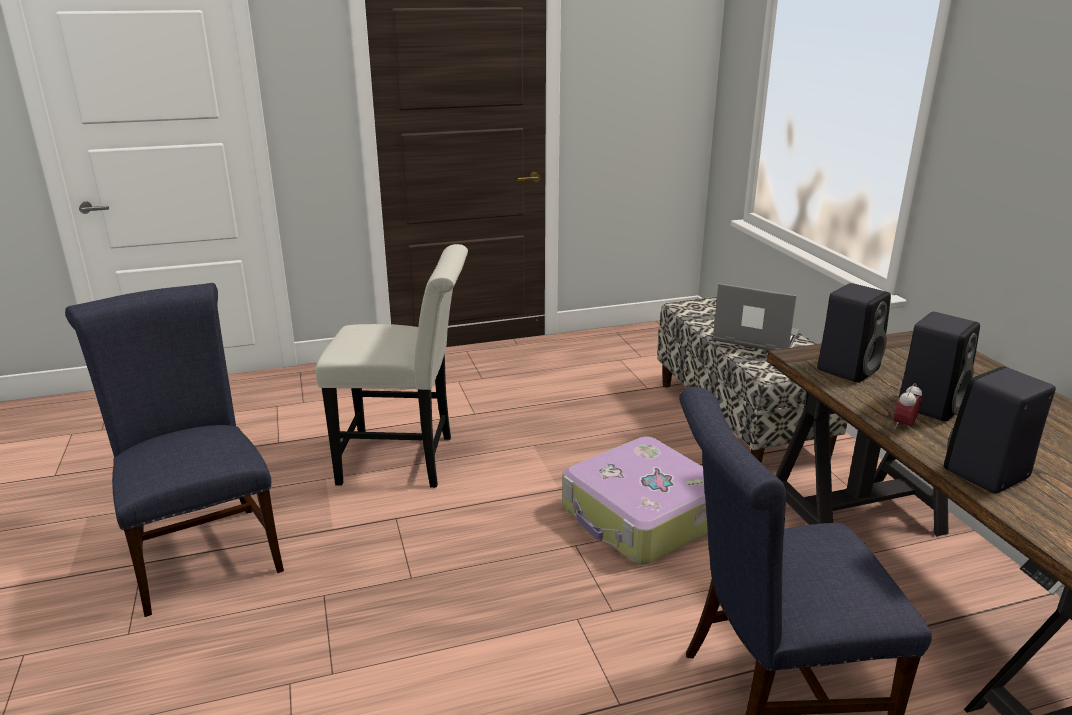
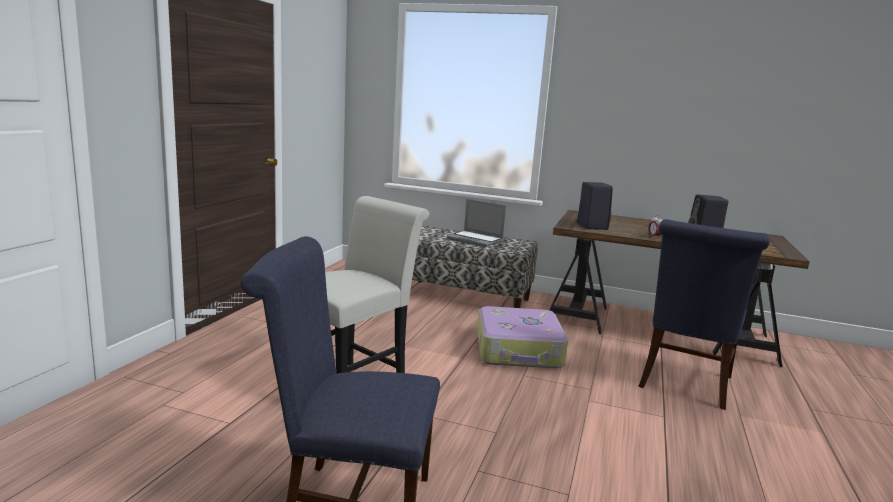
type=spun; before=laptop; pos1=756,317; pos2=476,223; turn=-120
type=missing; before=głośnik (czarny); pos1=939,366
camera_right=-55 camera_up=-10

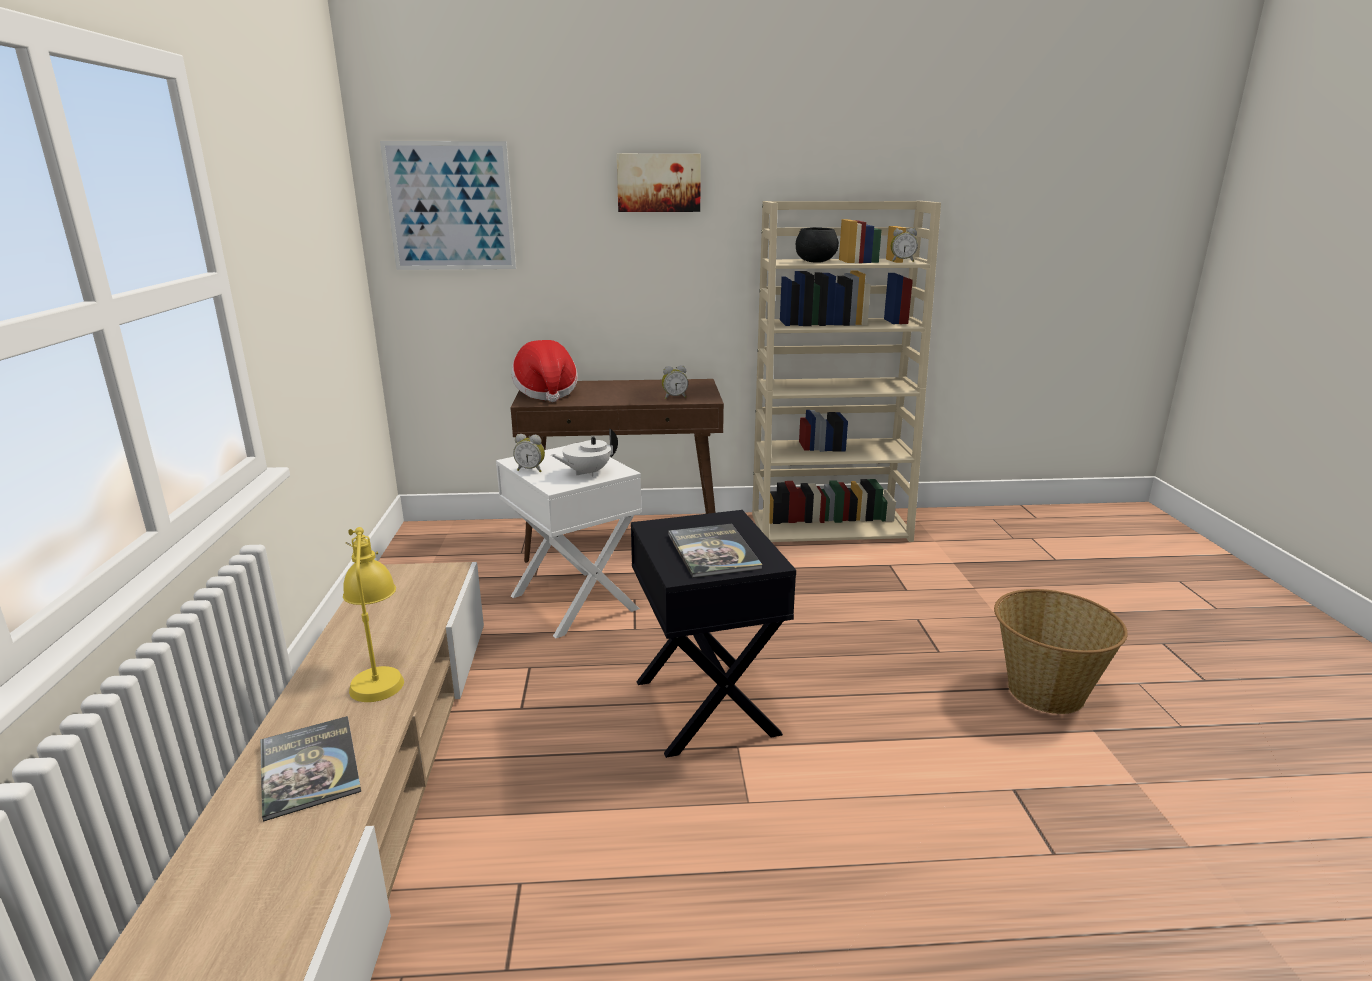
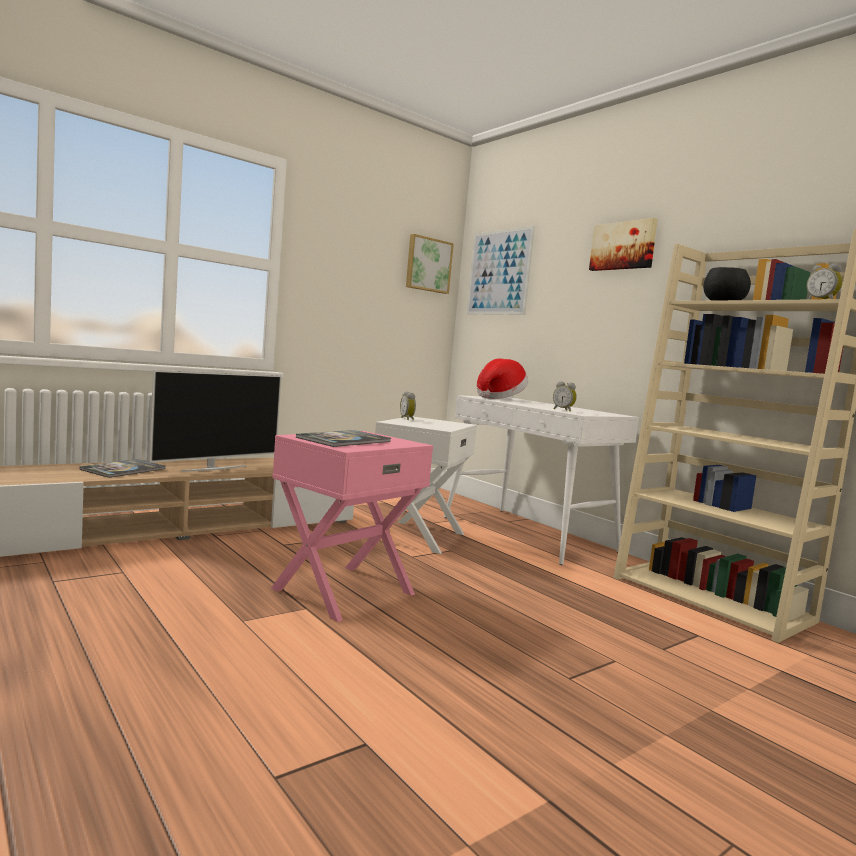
type=colour; before=stolik konsolowy (brązowy); after=stolik konsolowy (biały); pos1=617,471; pos2=541,480
type=missing; before=imbryk (biały); pos1=584,453
type=colour; before=stolik (czarny); after=stolik (różowy); pos1=713,634; pos2=352,526
type=exchanged; before=lampa stołowa (żółty); after=telewizor; pos1=373,614; pos2=215,421
type=missing; before=koszyk; pos1=1061,651
type=appeared; after=obraz; pos2=430,264
camera_right=55 camera_up=-15

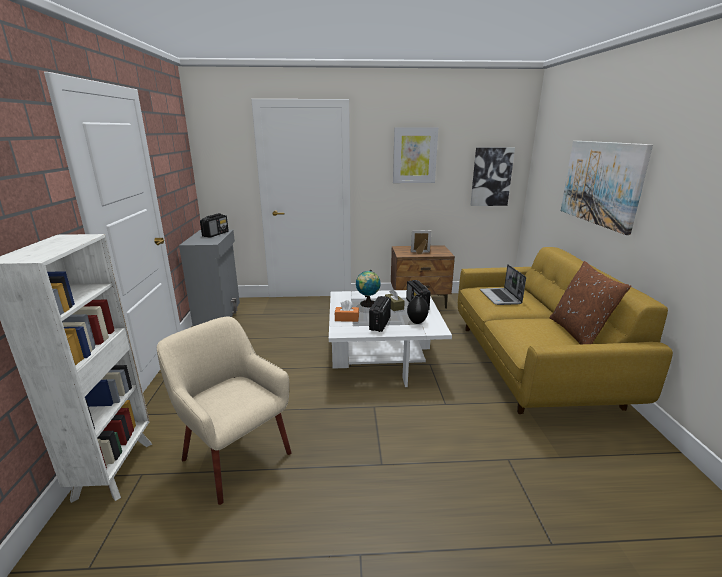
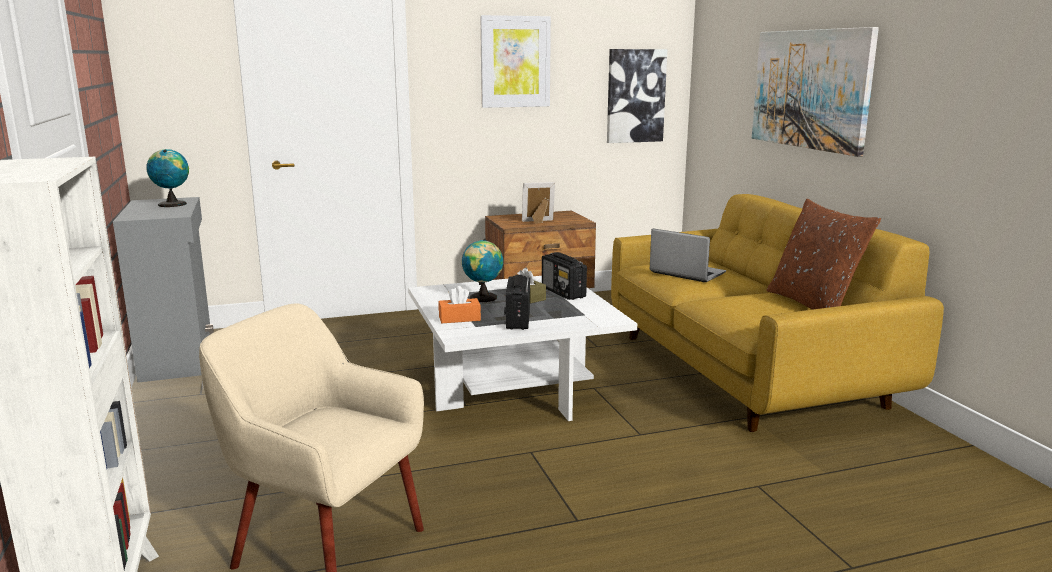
type=exchanged; before=radio; after=globus; pos1=214,225; pos2=167,178
type=spun; before=laptop; pos1=503,284; pos2=688,255; turn=150
type=missing; before=wazon (czarny); pos1=418,309
camera_right=-15 camera_up=-5

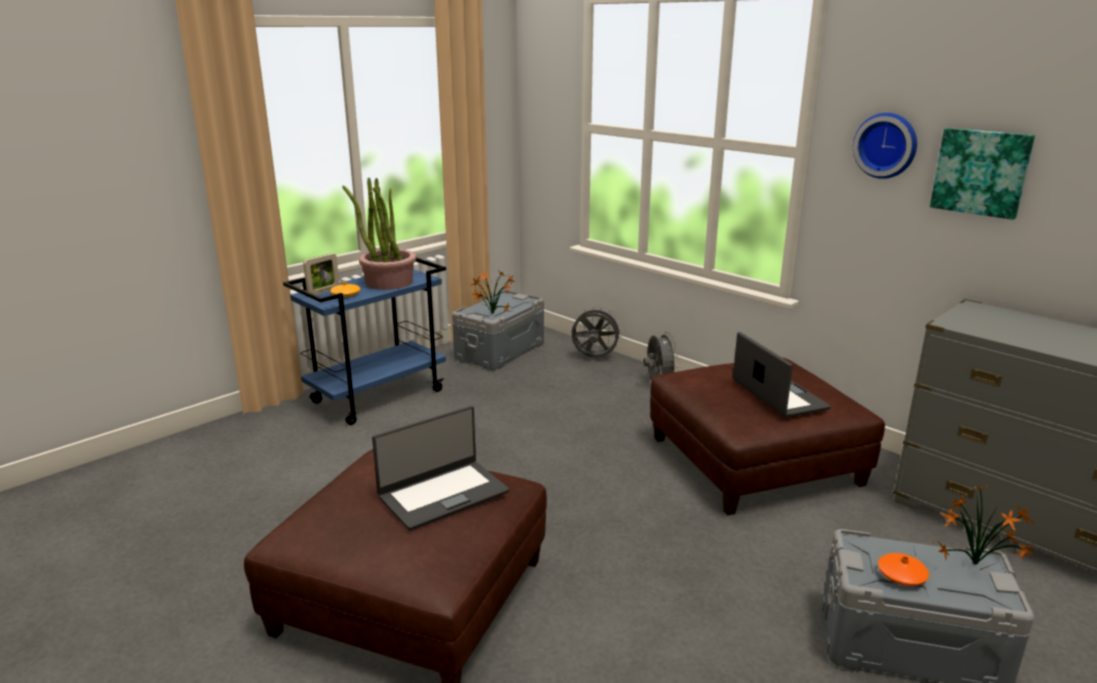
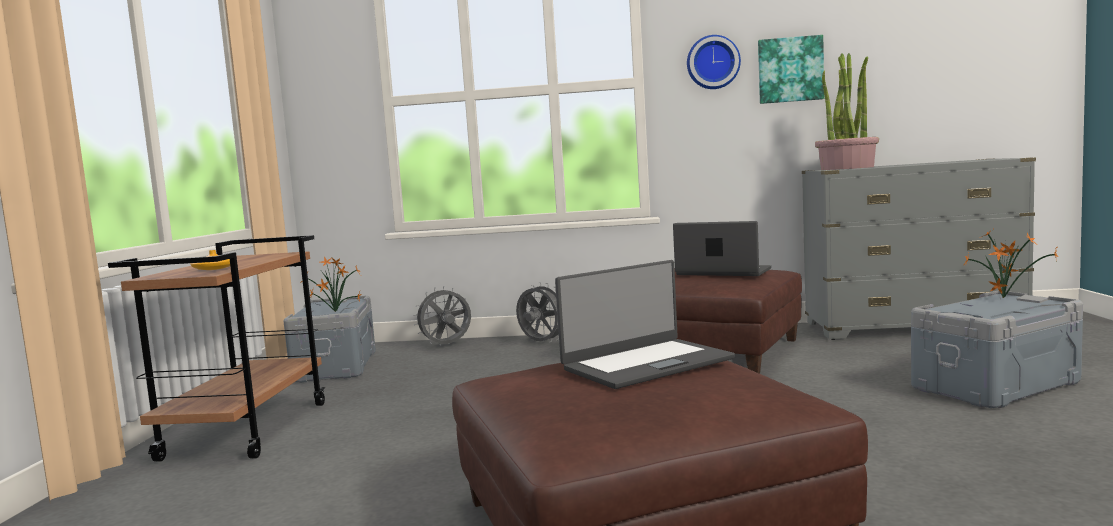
type=relocated; before=roślina doniczkowa; pos1=379,233; pos2=847,111
type=missing; before=ramka na zdjęcie; pos1=321,274
type=colour; before=wózek (niebieski); after=wózek (brązowy); pos1=364,341; pos2=217,348
type=spun; before=laptop; pos1=440,468; pos2=645,324; turn=45
type=missing; before=wazon (pomarańczowy); pos1=903,569
camera_right=-40 camera_up=-15

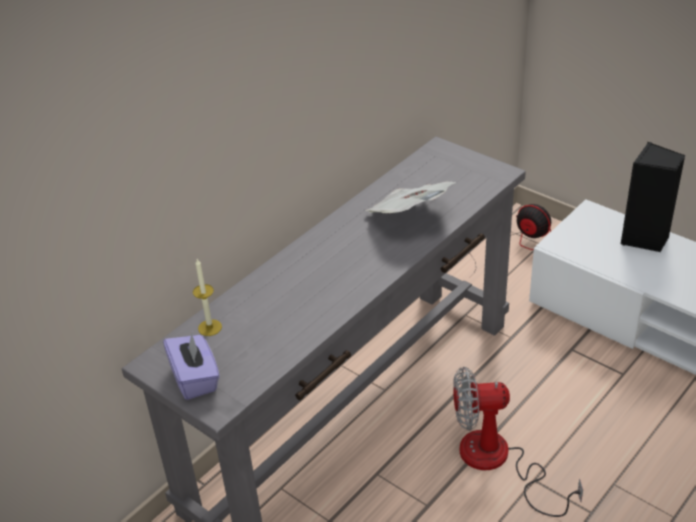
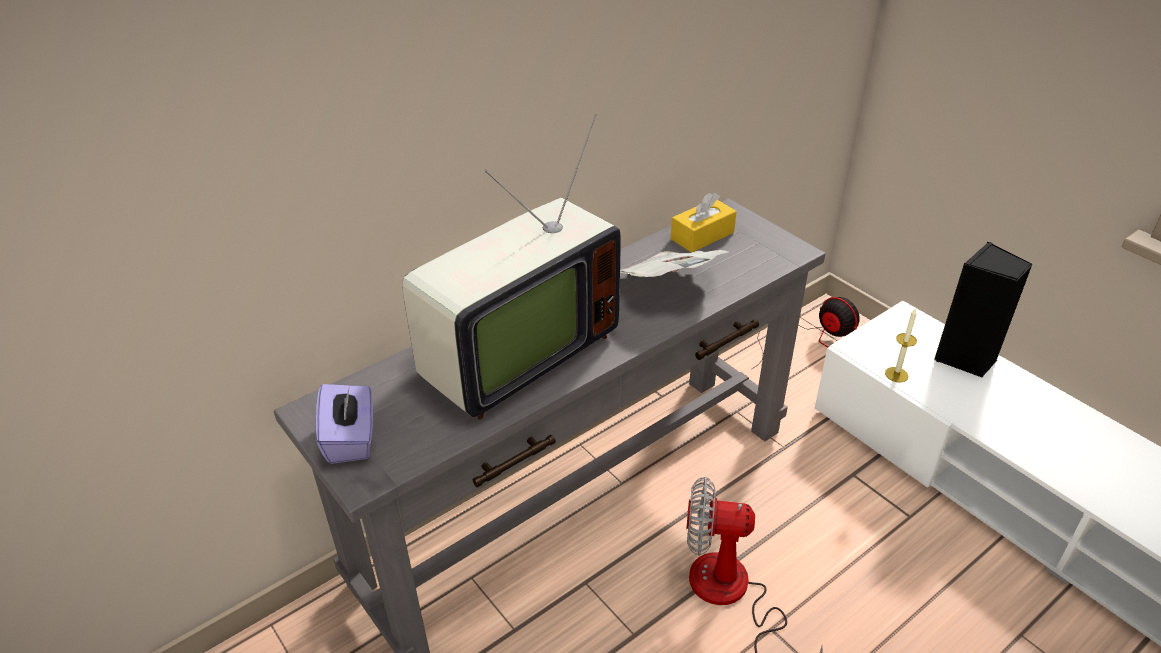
type=relocated; before=świeca; pos1=207,297; pos2=901,345
type=appeared; after=telewizor; pos2=511,267
type=appeared; after=pudełko chusteczek (żółty); pos2=704,223
camera_right=10 camera_up=0

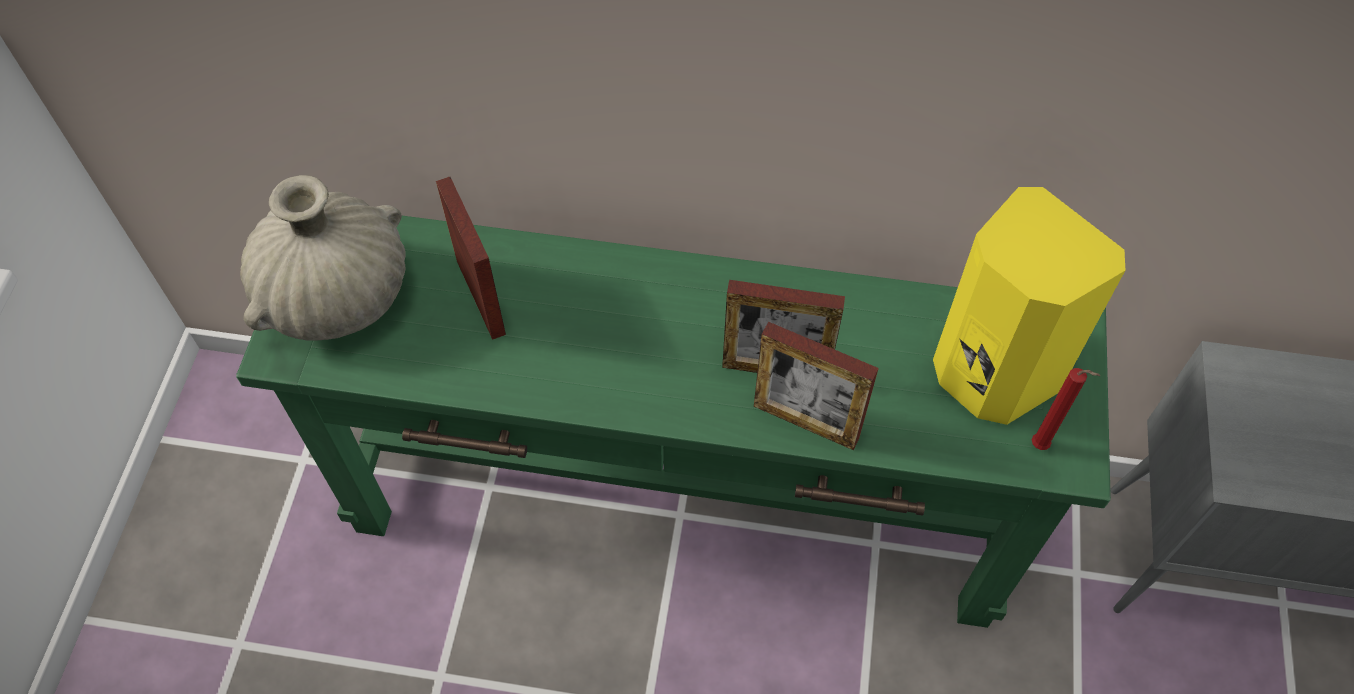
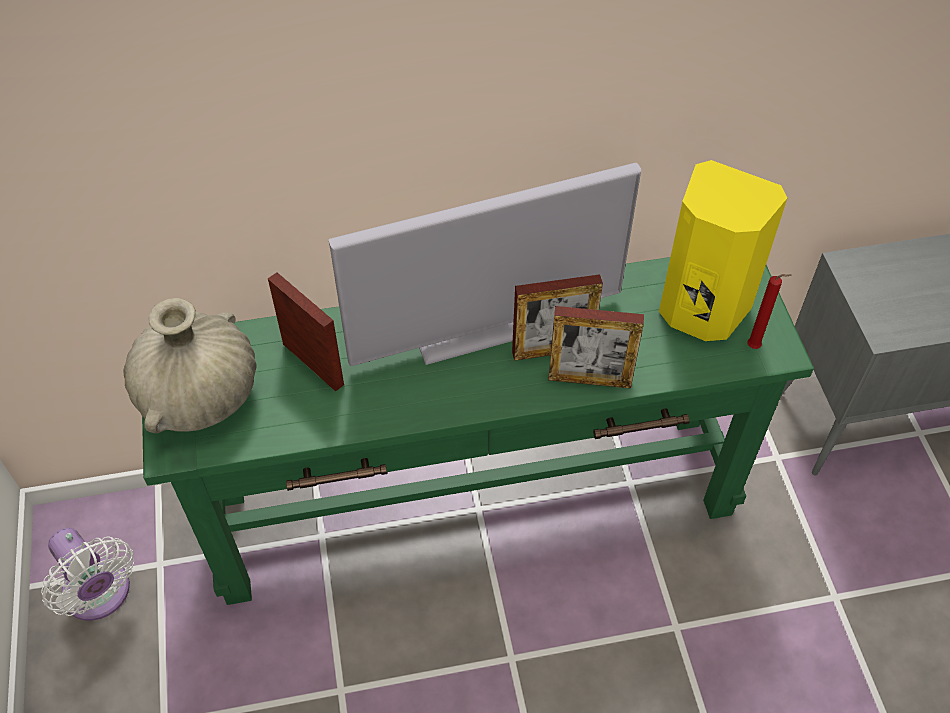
type=appeared; after=telewizor; pos2=485,264
type=appeared; after=wentylator (biały); pos2=87,574
camera_right=-20 camera_up=-5

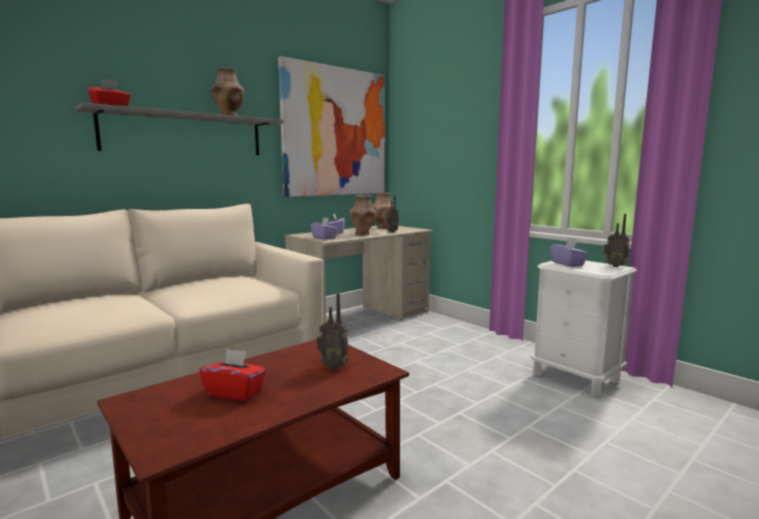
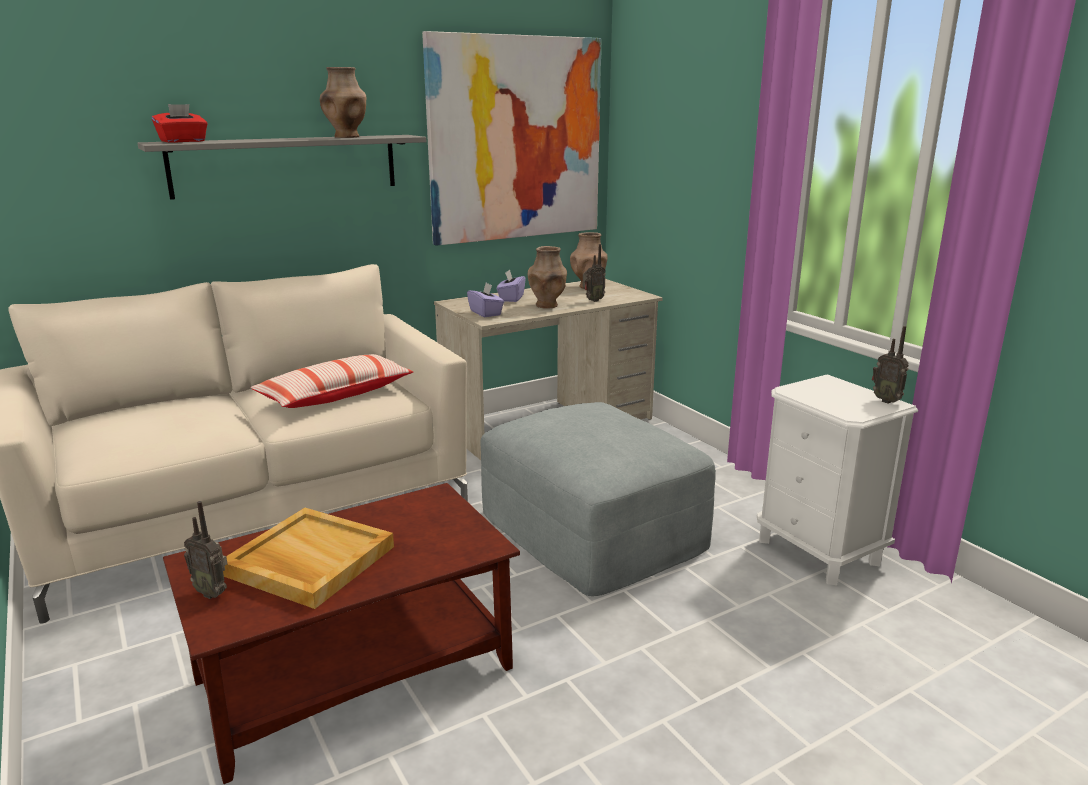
type=missing; before=pudełko chusteczek (fioletowy); pos1=569,252
type=relocated; before=radio; pos1=332,331; pos2=205,550
type=exchanged; before=pudełko chusteczek (czerwony); after=taca (beżowy); pos1=232,375; pos2=308,558
type=appeared; after=poduszka; pos2=331,381
type=appeared; after=pufa (szary); pos2=598,499
camera_right=10 camera_up=10

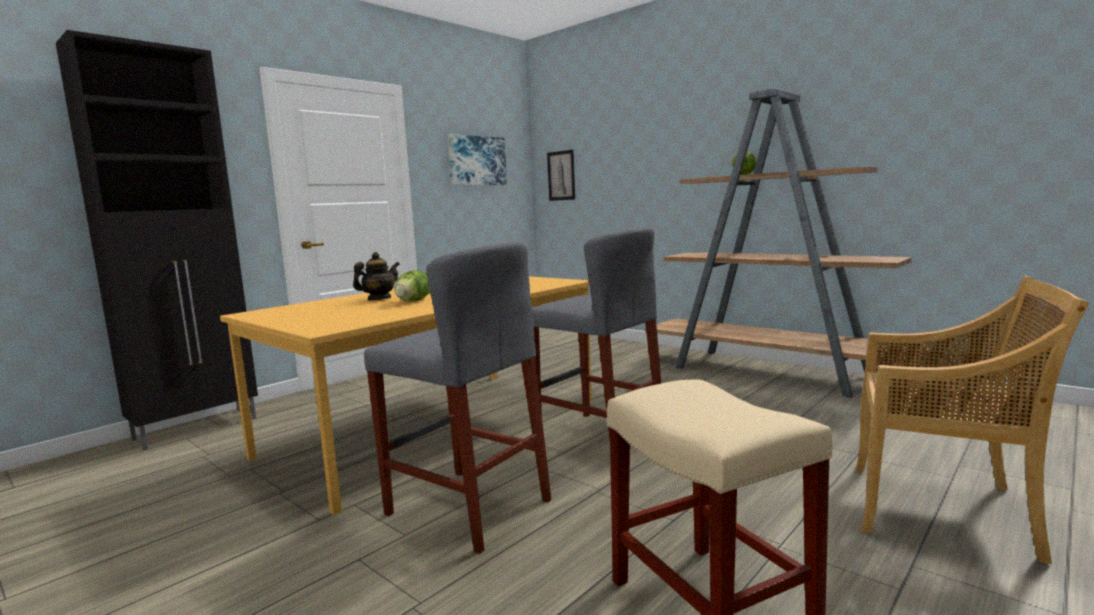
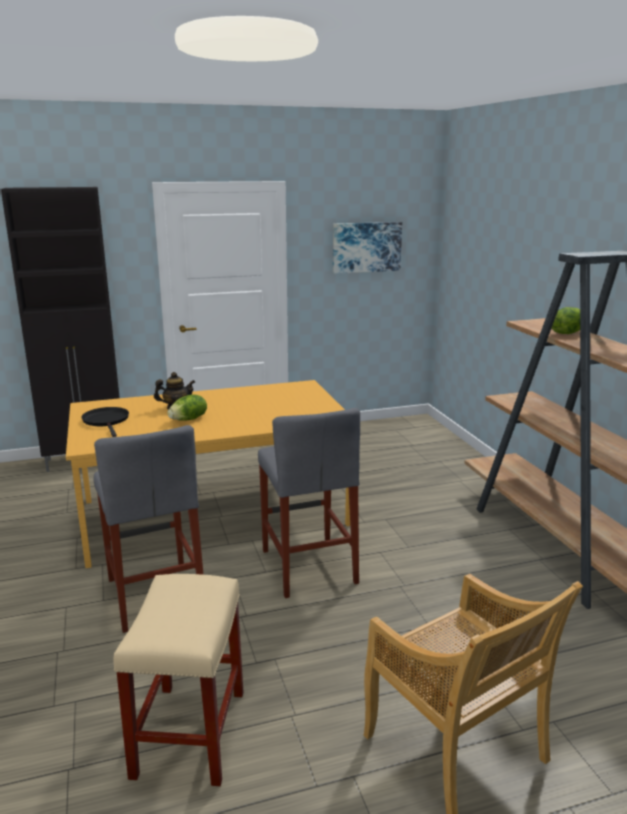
type=missing; before=obraz; pos1=561,175
type=appeared; after=patelnia (czarny); pos2=105,422
camera_right=30 camera_up=10

